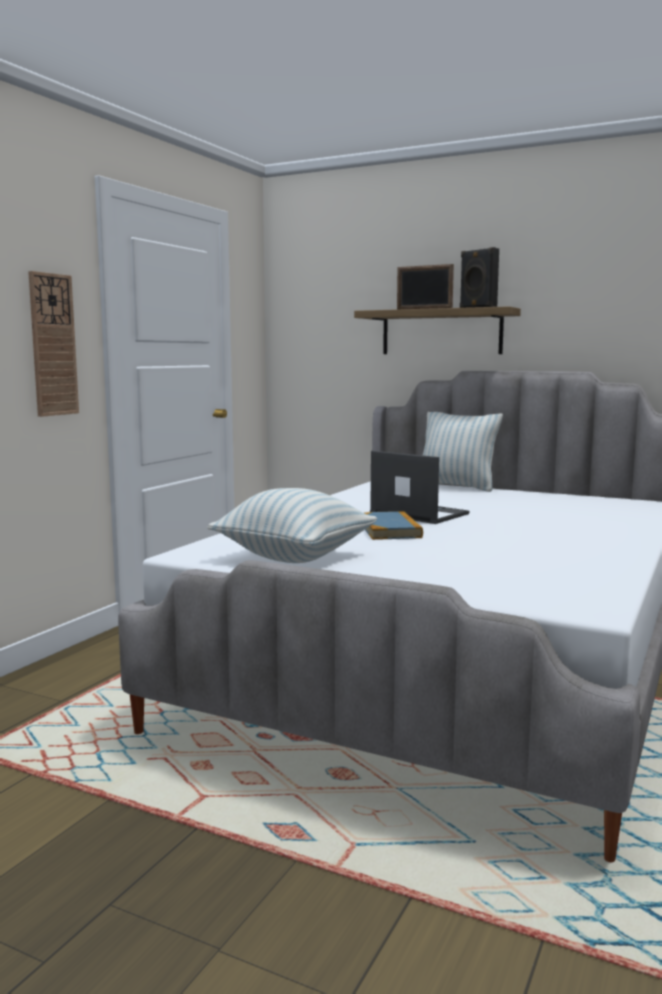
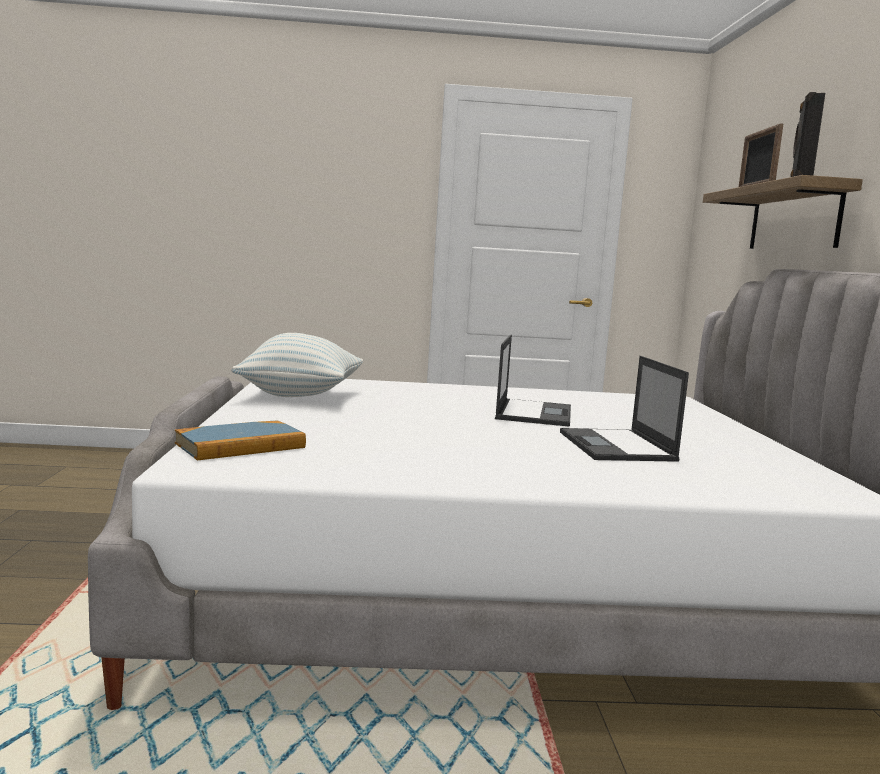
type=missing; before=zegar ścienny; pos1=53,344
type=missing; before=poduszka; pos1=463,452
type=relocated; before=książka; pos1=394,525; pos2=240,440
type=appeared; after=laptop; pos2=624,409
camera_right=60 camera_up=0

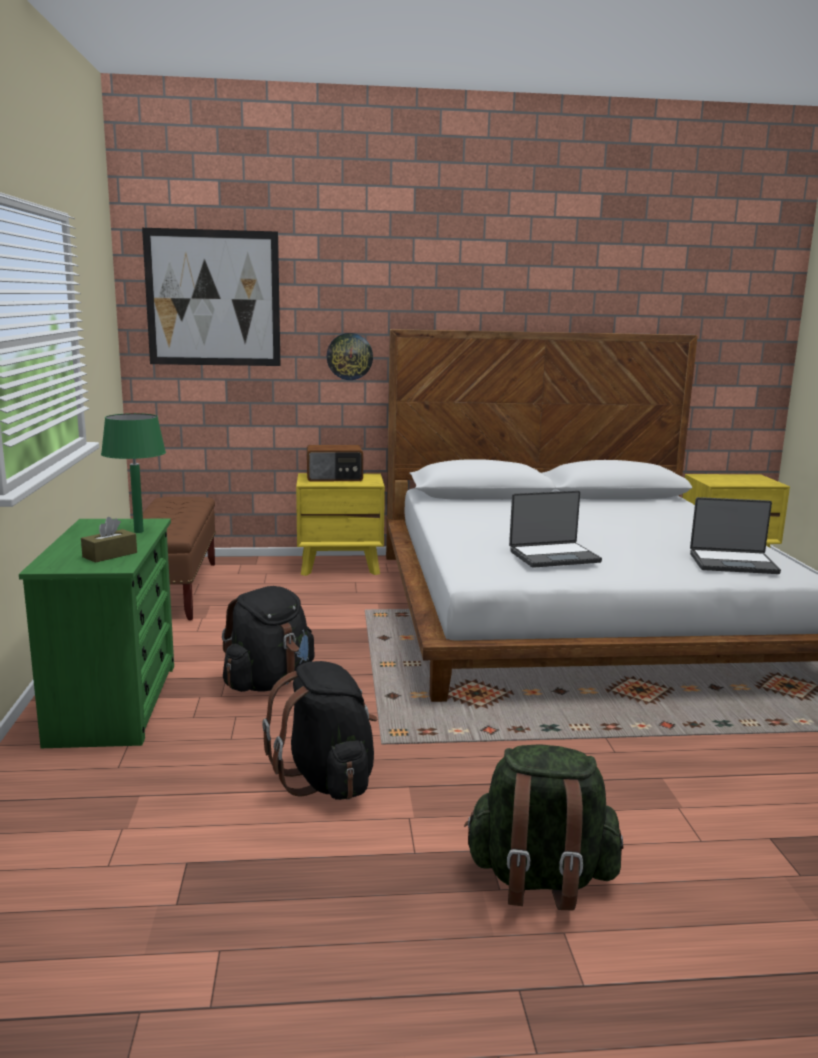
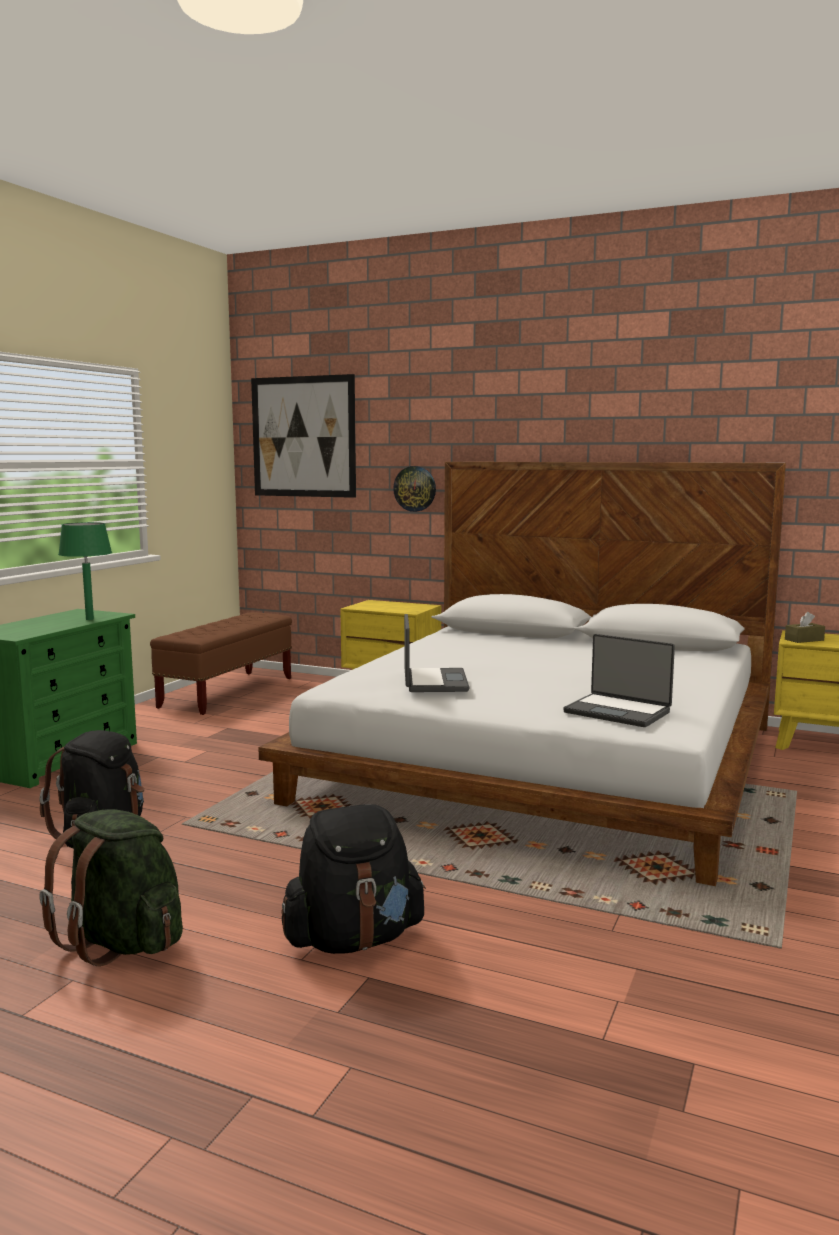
type=missing; before=radio; pos1=335,463
type=spun; before=laptop; pos1=555,529; pos2=436,653; turn=-105
type=relocated; before=pudełko chusteczek (brązowy); pos1=109,540; pos2=805,627
type=relocated; before=plecak (czarny); pos1=268,639; pos2=353,879
camera_right=30 camera_up=-5

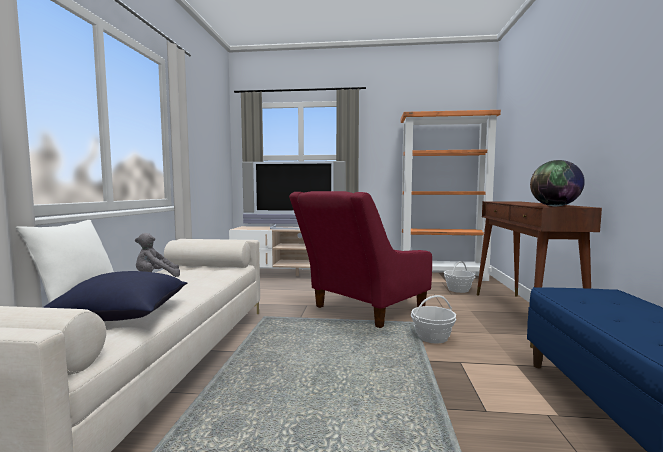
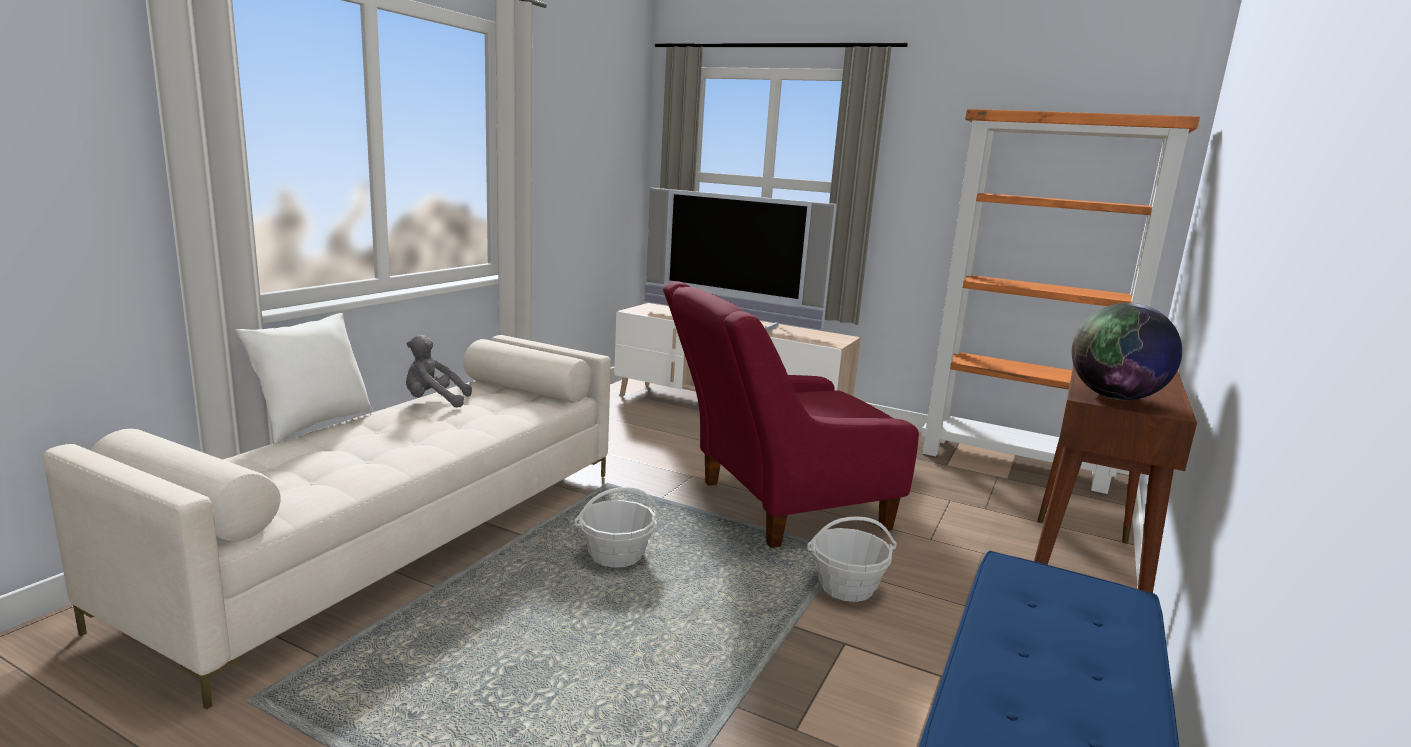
type=relocated; before=koszyk; pos1=459,277; pos2=617,527
type=missing; before=poduszka (niebieski); pos1=114,296
camera_right=20 camera_up=10

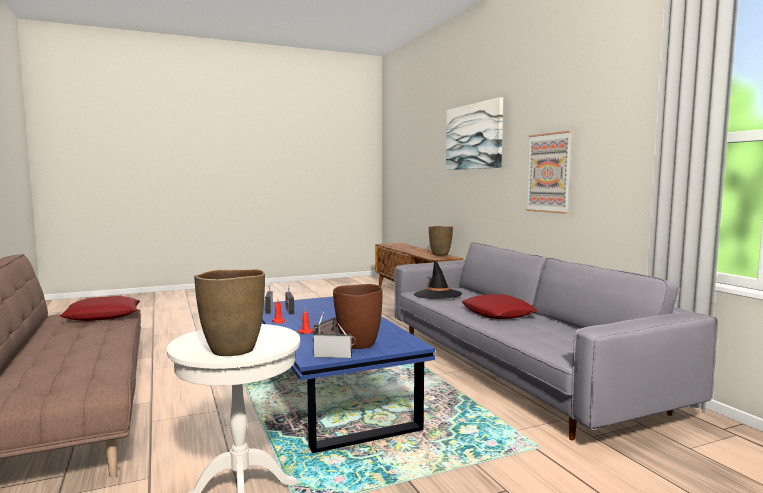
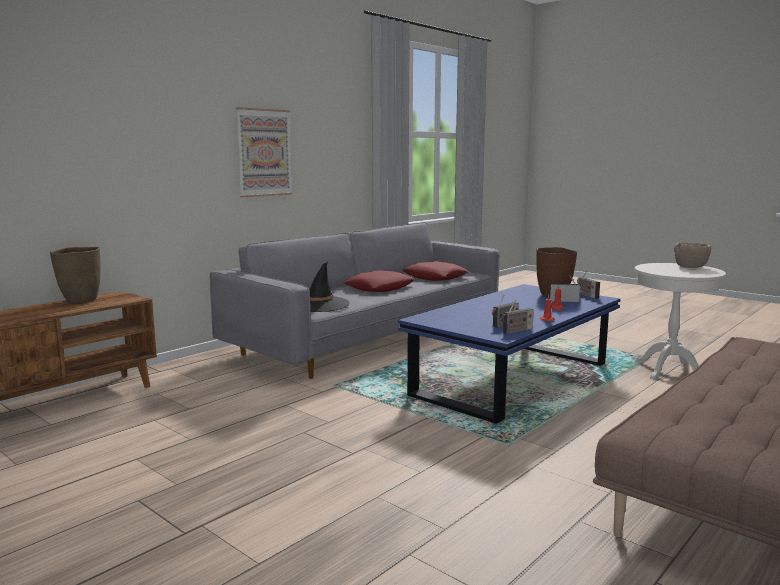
type=missing; before=obraz; pos1=474,133
type=exchanged; before=wazon (brązowy); after=miska (brązowy); pos1=229,312; pos2=692,255
type=relocated; before=poduszka (czerwony); pos1=100,308; pos2=435,271
camera_right=-115 camera_up=5

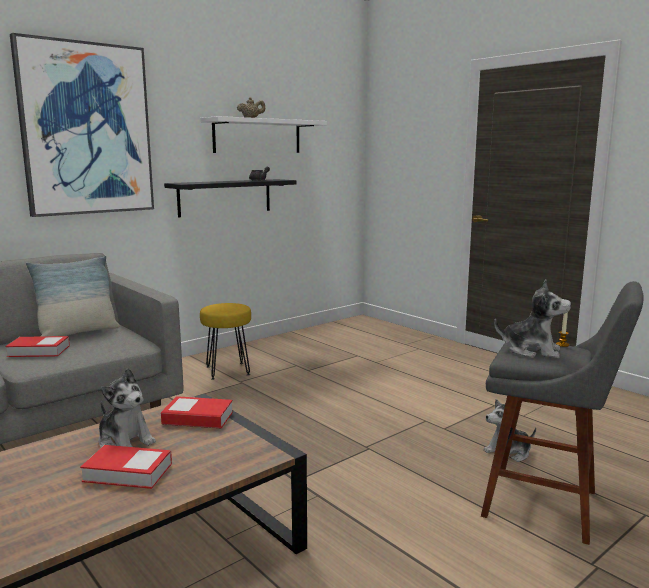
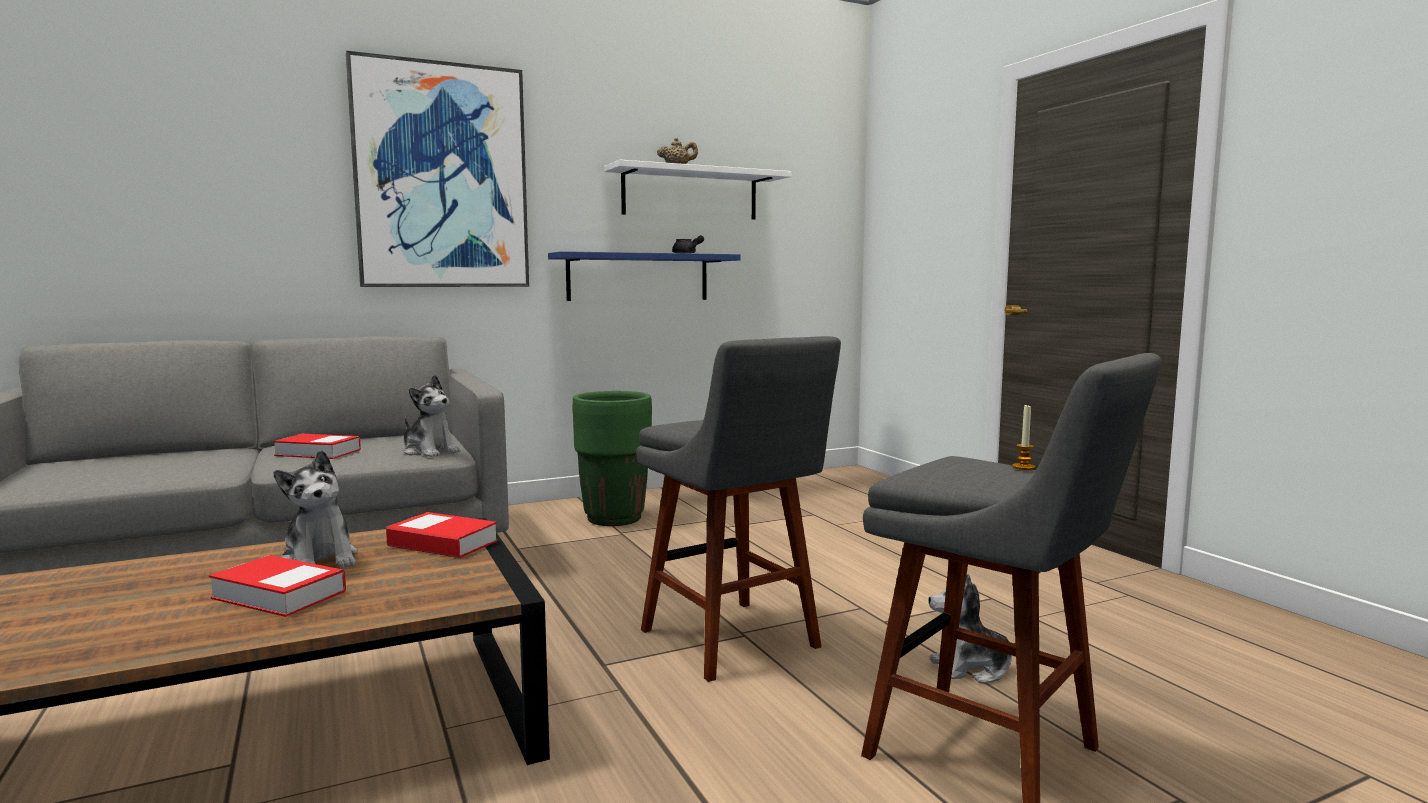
type=colour; before=półka (czarny); after=półka (niebieski); pos1=230,198; pos2=644,276
type=missing; before=poduszka; pos1=73,296
type=relocated; before=pluszak; pos1=532,318; pos2=432,416
type=exchanged; before=stołek (żółty); after=donica (zielony); pos1=225,341; pos2=612,458
type=appeared; after=stołek (szary); pos2=738,509
camera_right=15 camera_up=-5

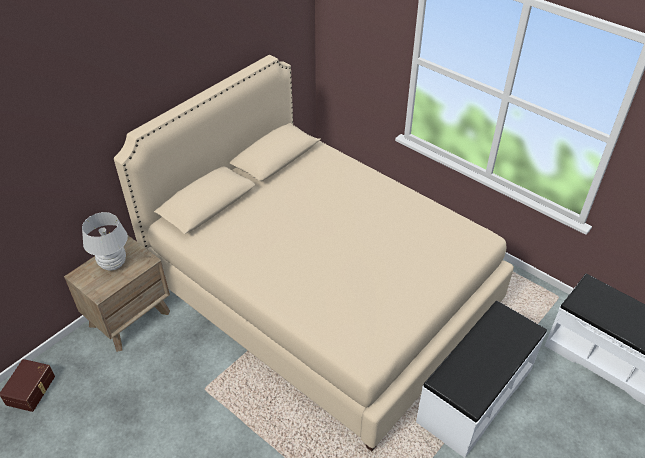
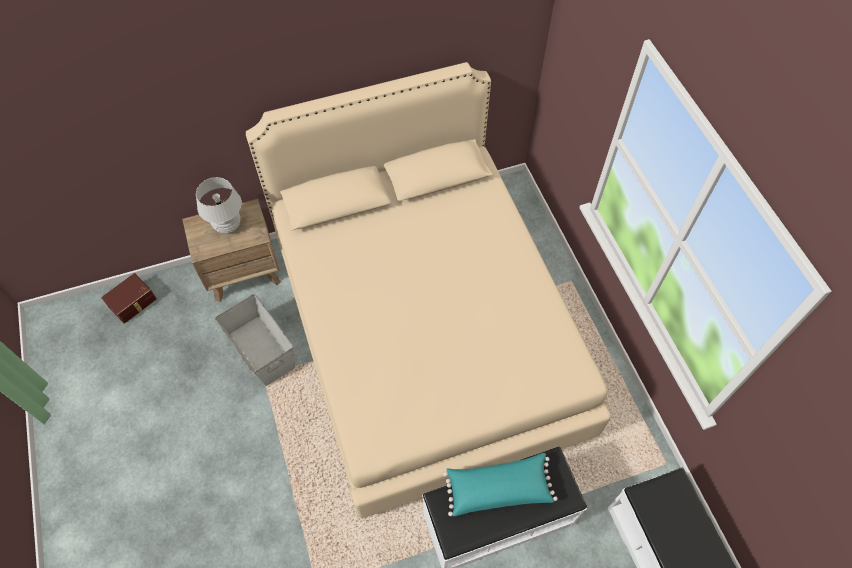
type=appeared; after=pojemnik do przechowywania (szary); pos2=255,340
type=appeared; after=poduszka (turkusowy); pos2=500,484
camera_right=30 camera_up=15

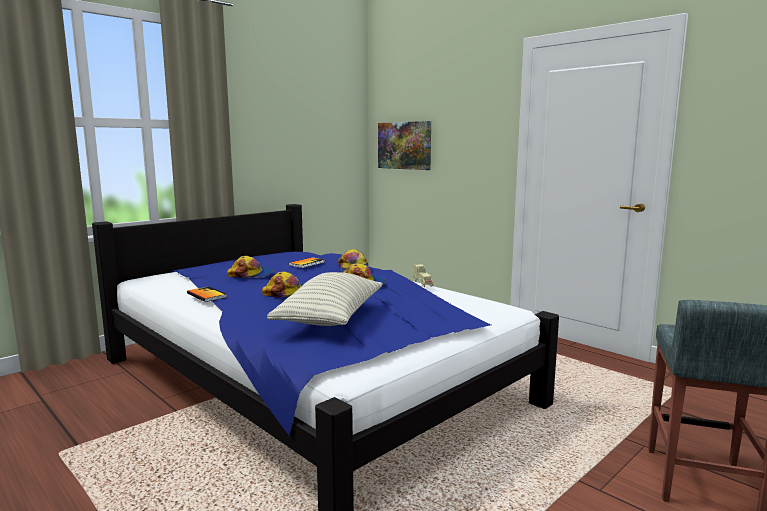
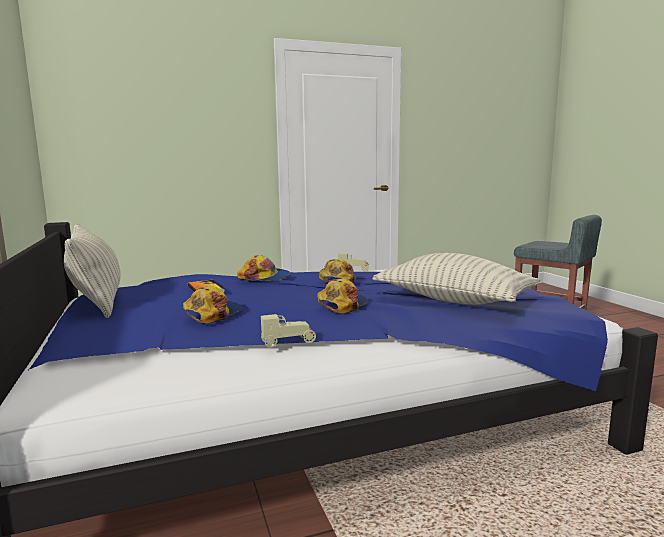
type=missing; before=obraz; pos1=404,145
type=exchanged; before=książka; after=samochodzik (beżowy); pos1=207,294; pos2=288,331
type=appeared; after=poduszka; pos2=92,270
camera_right=-65 camera_up=0

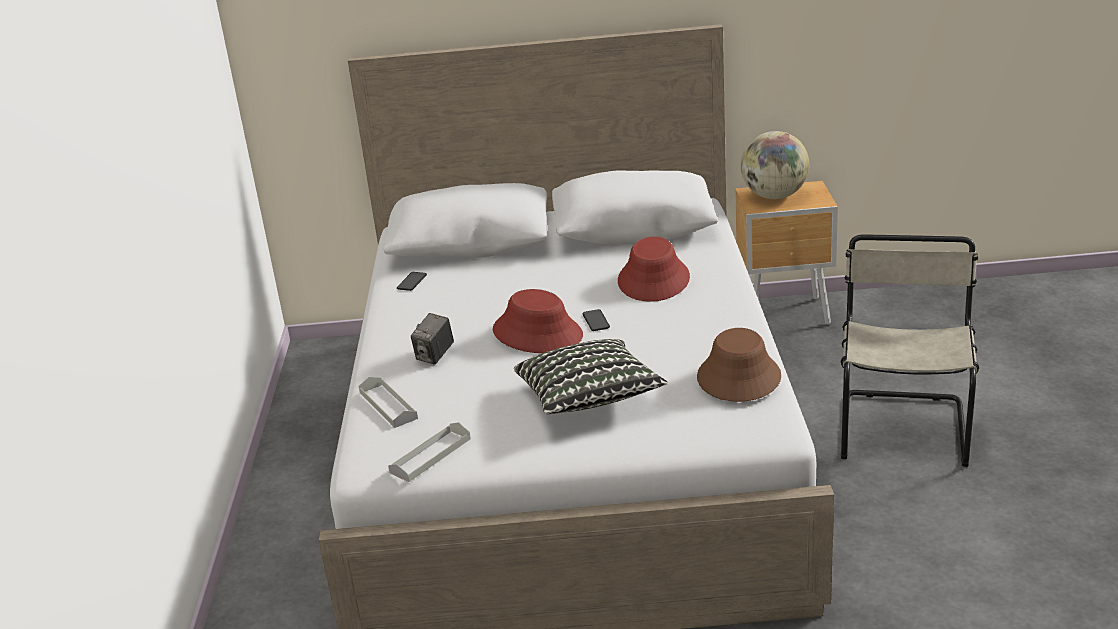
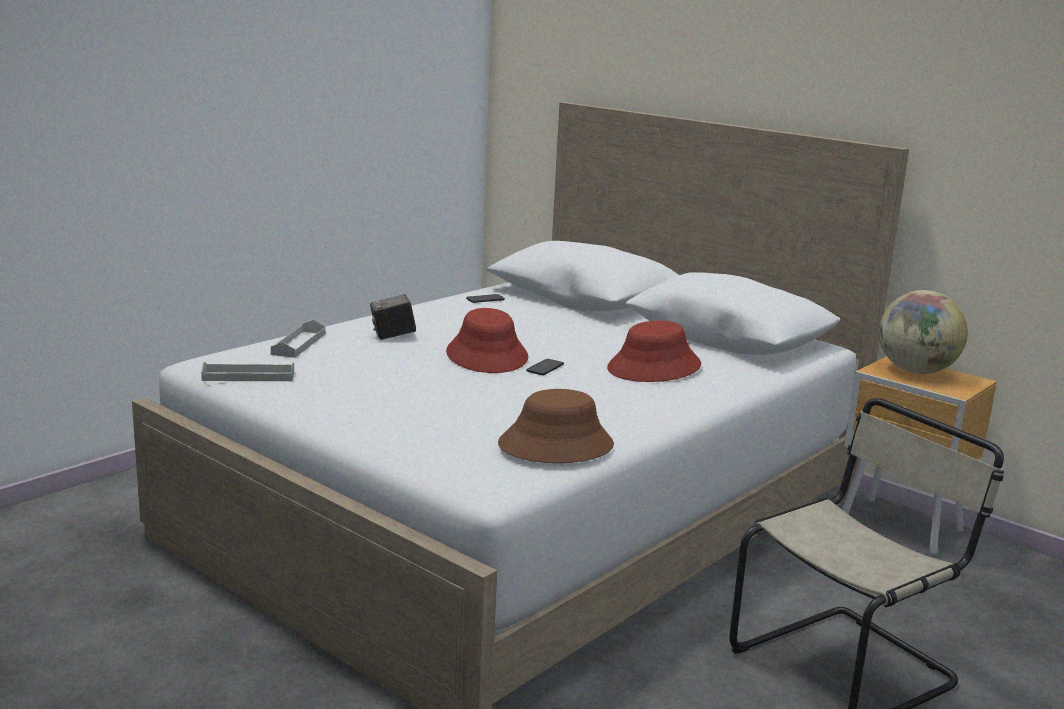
type=missing; before=poduszka; pos1=591,376
camera_right=40 camera_up=-10

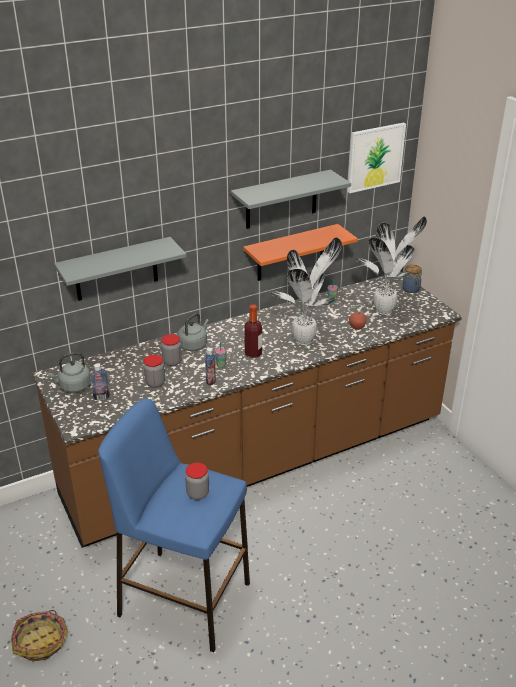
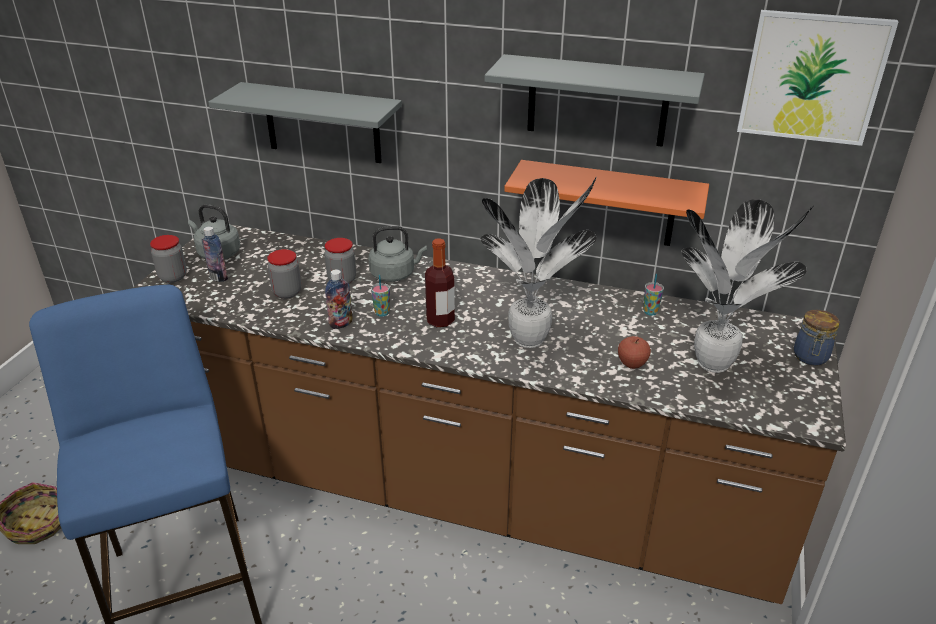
type=relocated; before=słoik; pos1=197,481; pos2=168,259
camera_right=45 camera_up=0

